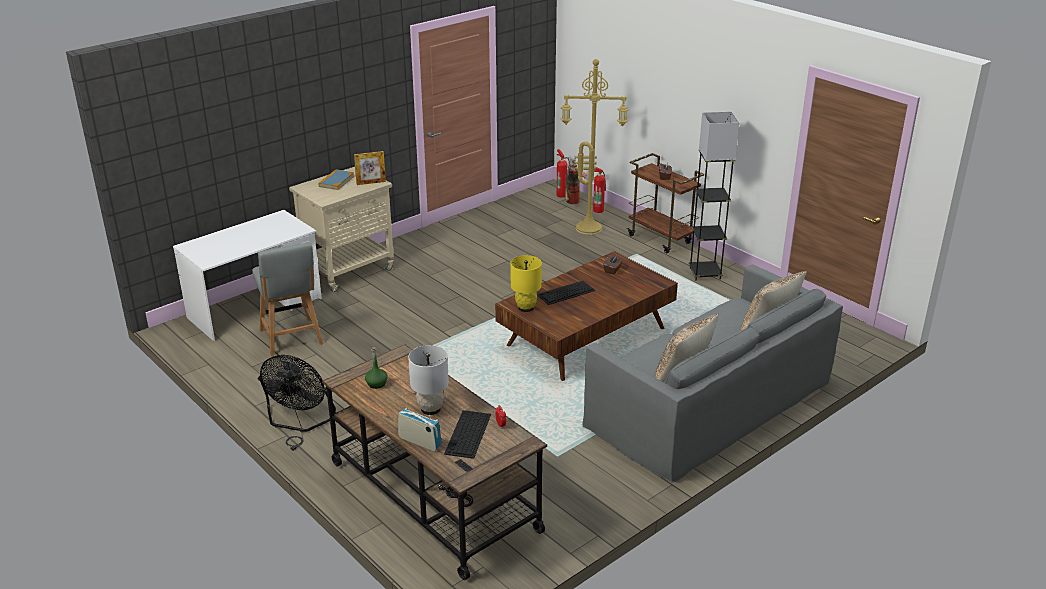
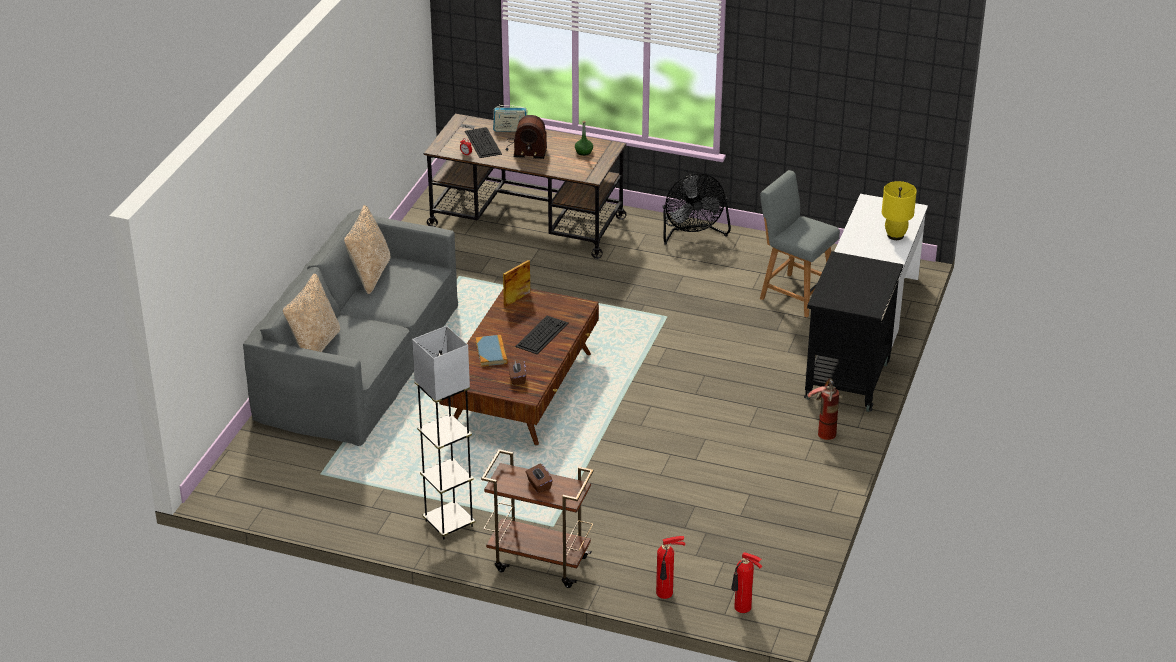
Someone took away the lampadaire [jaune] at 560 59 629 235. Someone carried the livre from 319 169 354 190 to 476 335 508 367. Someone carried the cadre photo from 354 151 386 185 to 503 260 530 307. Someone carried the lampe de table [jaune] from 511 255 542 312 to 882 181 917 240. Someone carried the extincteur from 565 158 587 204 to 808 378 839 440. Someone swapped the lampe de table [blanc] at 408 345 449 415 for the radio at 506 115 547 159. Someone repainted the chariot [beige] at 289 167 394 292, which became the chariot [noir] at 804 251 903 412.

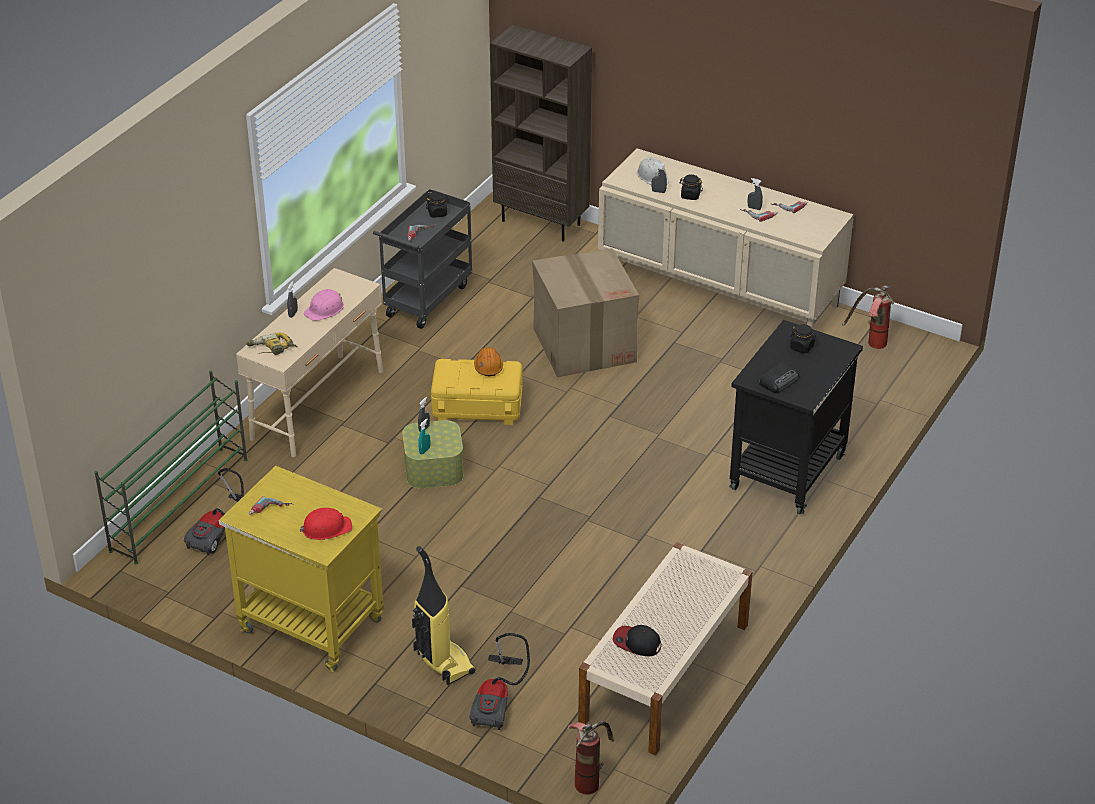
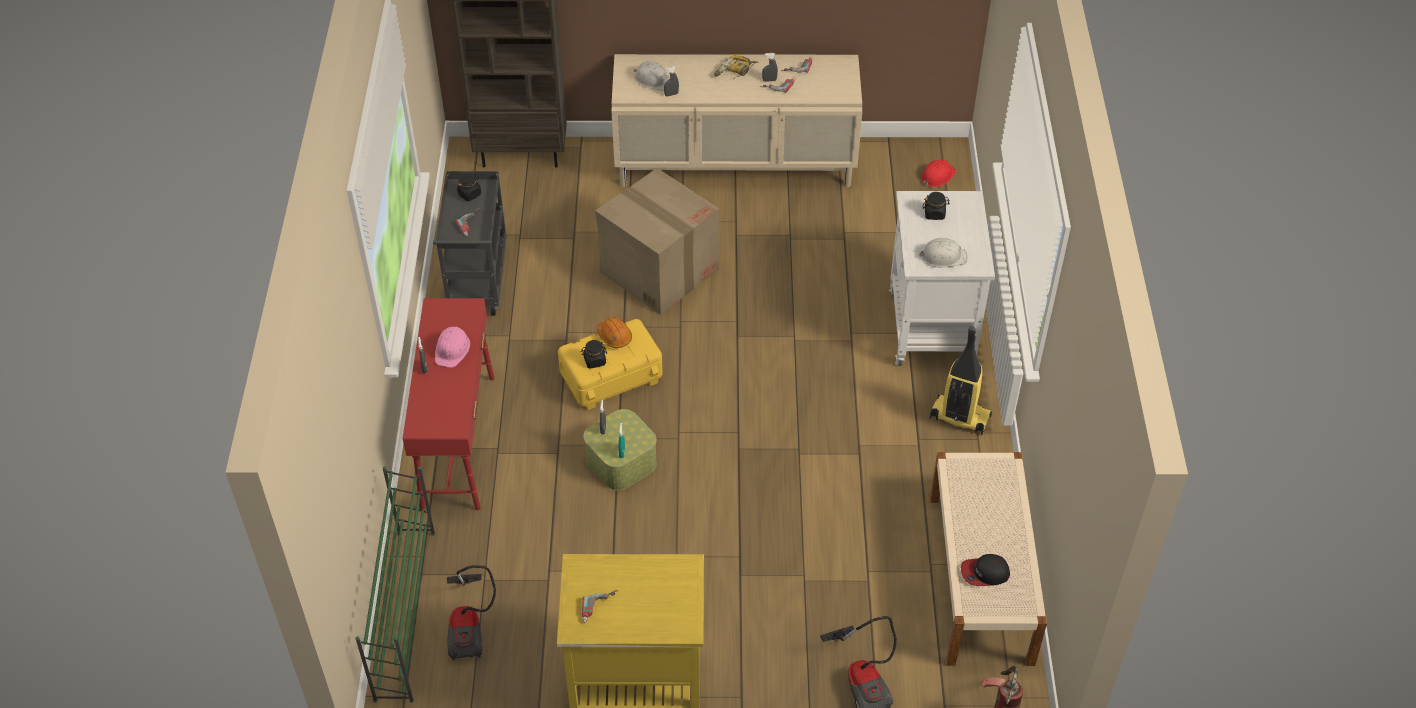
Someone took away the extincteur at 842 286 894 349. Someone carried the perceuse from 246 332 298 355 to 714 55 758 79. Someone carried the casque de chantier [rouge] from 299 508 352 540 to 921 159 956 187. Someone carried the aspirateur from 412 546 475 685 to 930 326 992 435. Someone carried the bocal [noir] from 679 174 703 200 to 581 340 607 369. Someone swapped the radio at 759 362 799 393 for the casque de chantier [blanc] at 919 238 967 268. Someone repainted the table console [beige] at 236 268 383 457, which became the table console [rouge] at 403 298 495 510. Someone repainted the chariot [noir] at 729 320 863 514, which became the chariot [blanc] at 890 191 995 366.

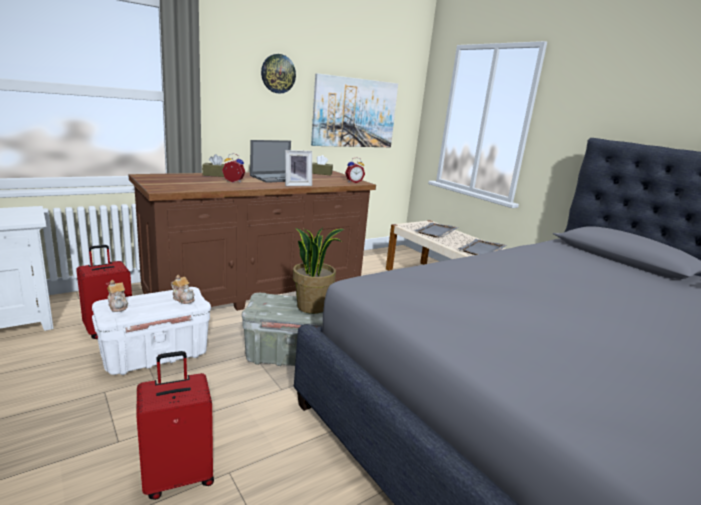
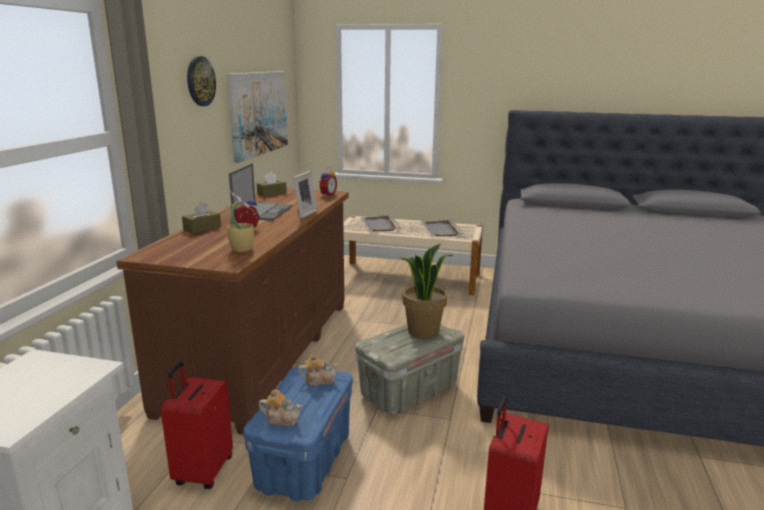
Someone put down the plante en pot at 225 190 254 252. Someone repainted the boîte de rangement [blanc] at 92 287 211 375, which became the boîte de rangement [bleu] at 243 366 353 501.

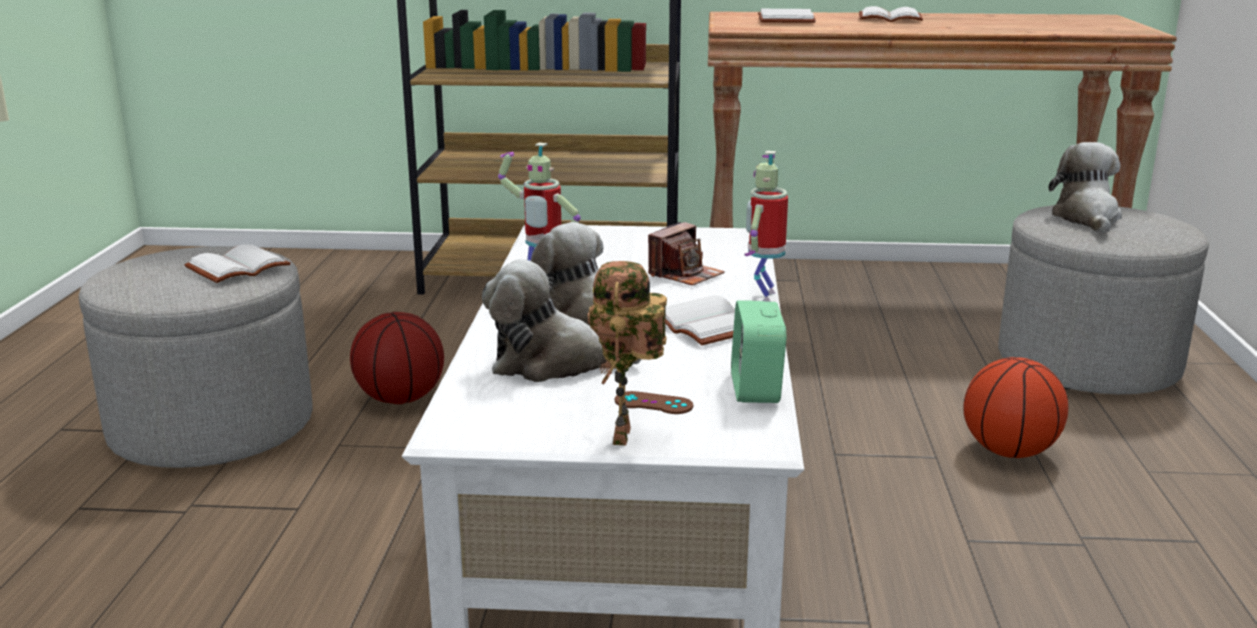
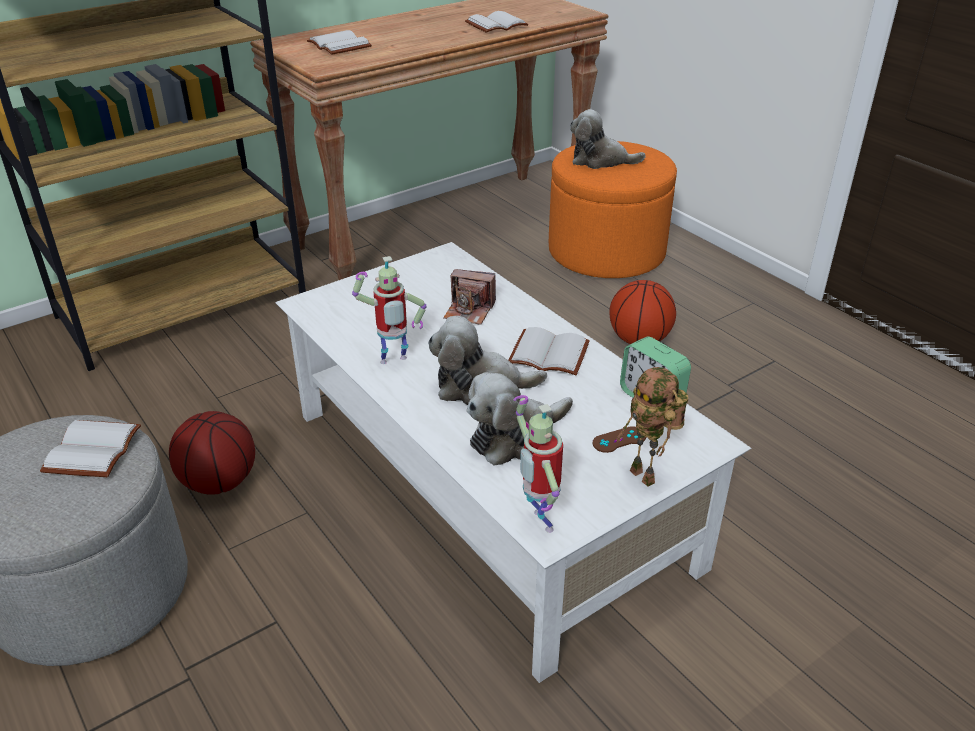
Someone carried the robot jouet from 744 151 788 302 to 513 395 563 533. Someone carried the livre [blanc] from 859 6 923 22 to 465 11 528 33. Someone repainted the pouf [gris] at 998 205 1209 394, which became the pouf [orange] at 549 141 677 278. Someone rotated the appareil photo at 648 222 725 286 by 105 degrees clockwise. Someone rotated the peluche at 1049 142 1122 233 by 45 degrees counterclockwise.

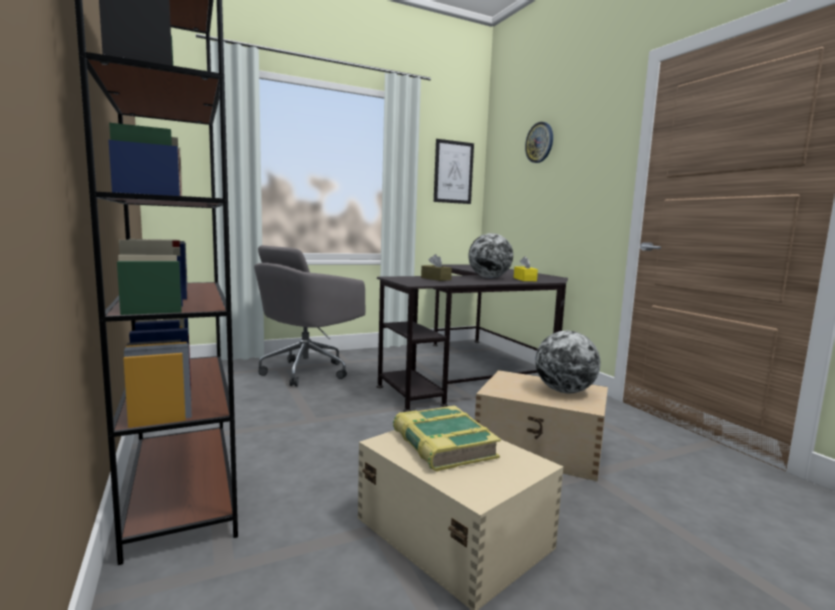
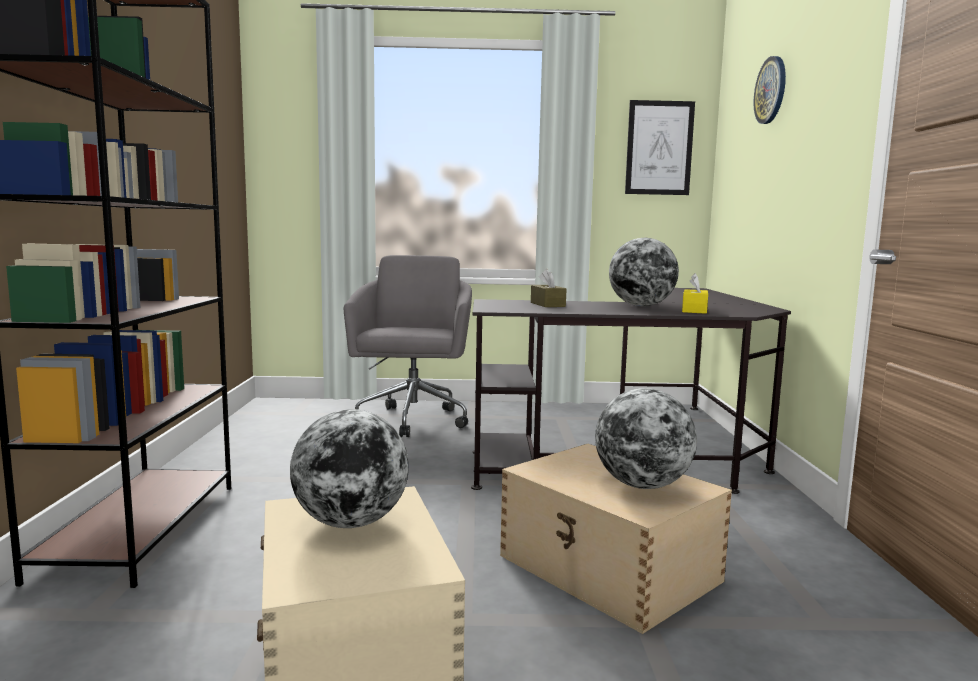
Someone swapped the livre at 393 406 501 472 for the globe at 290 409 409 528. Someone rotated the chaise de bureau [gris] at 254 245 365 386 by 120 degrees clockwise.

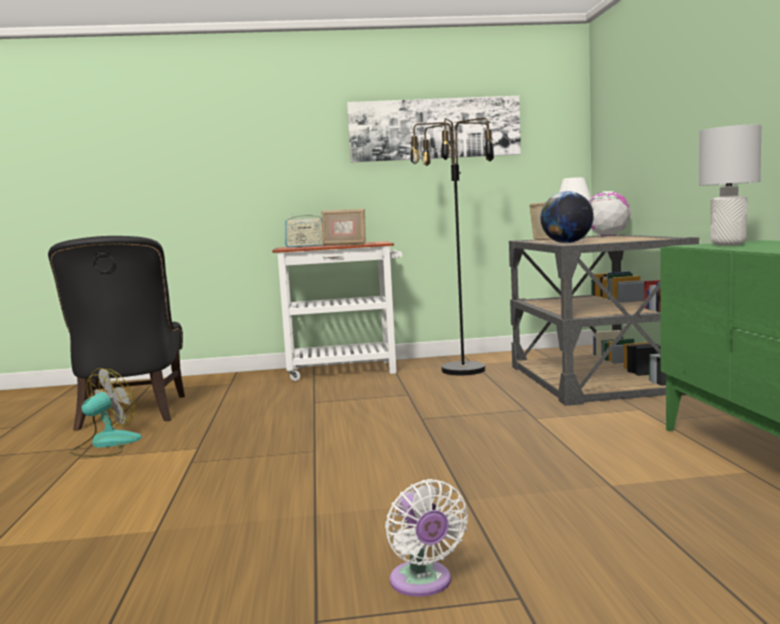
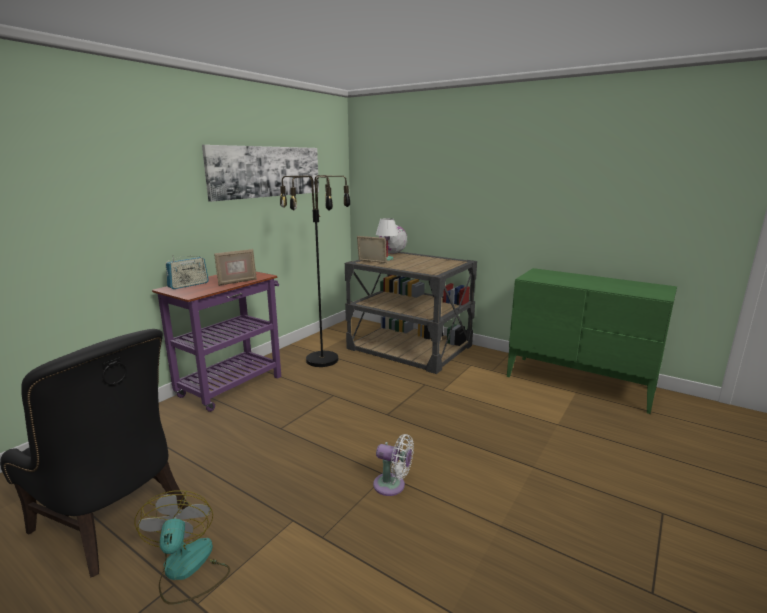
Someone took away the globe at 540 191 594 243. Someone took away the lampe de table [gris] at 699 125 761 246. Someone carried the ventilateur [blanc] from 385 479 468 597 to 373 434 414 496. Someone repainted the chariot [blanc] at 272 241 402 381, which became the chariot [violet] at 152 272 281 412.

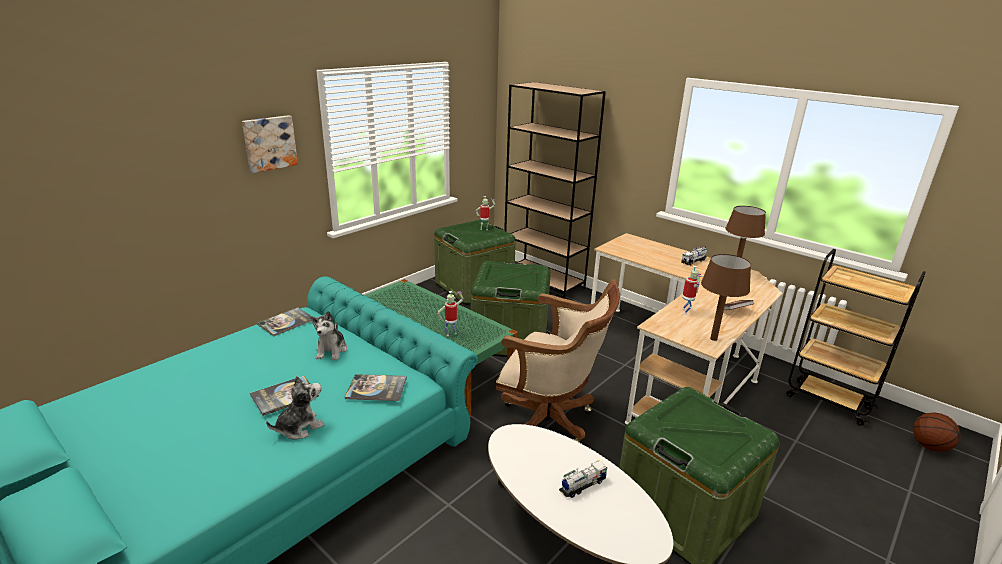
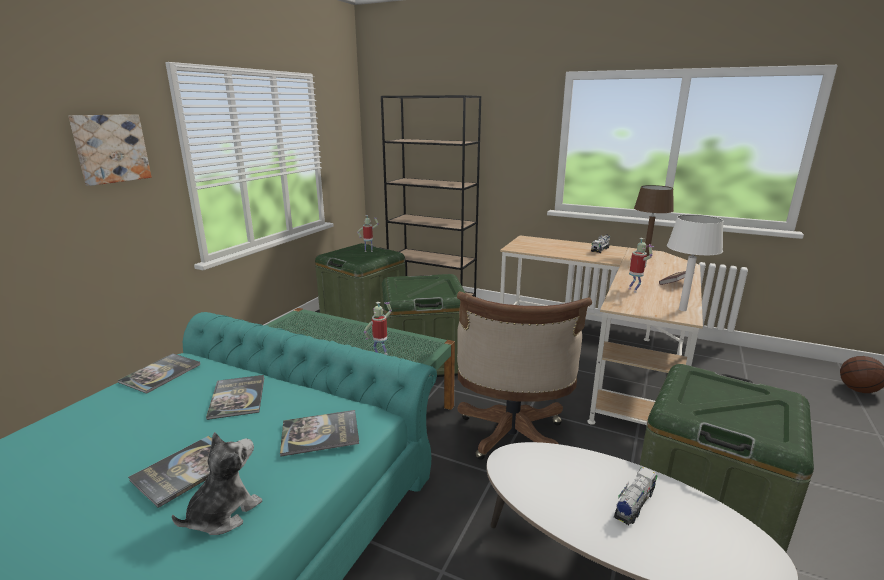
Someone took away the chariot [marron] at 786 249 926 426. Someone swapped the peluche at 310 311 347 360 for the livre at 206 375 264 420. Someone repainted the lampe de table [marron] at 701 254 751 341, which became the lampe de table [blanc] at 667 214 724 311. Someone rotated the chaise de bureau at 496 280 620 442 by 90 degrees clockwise.

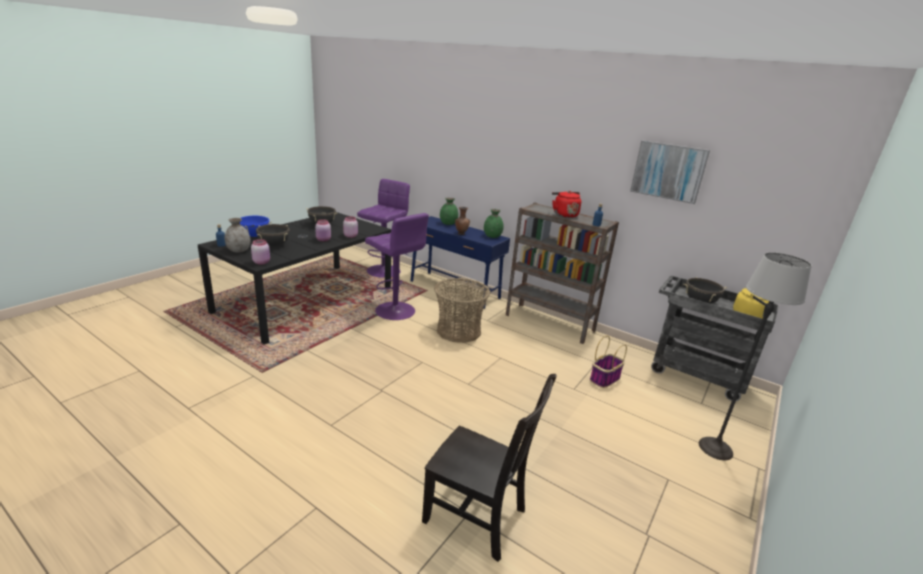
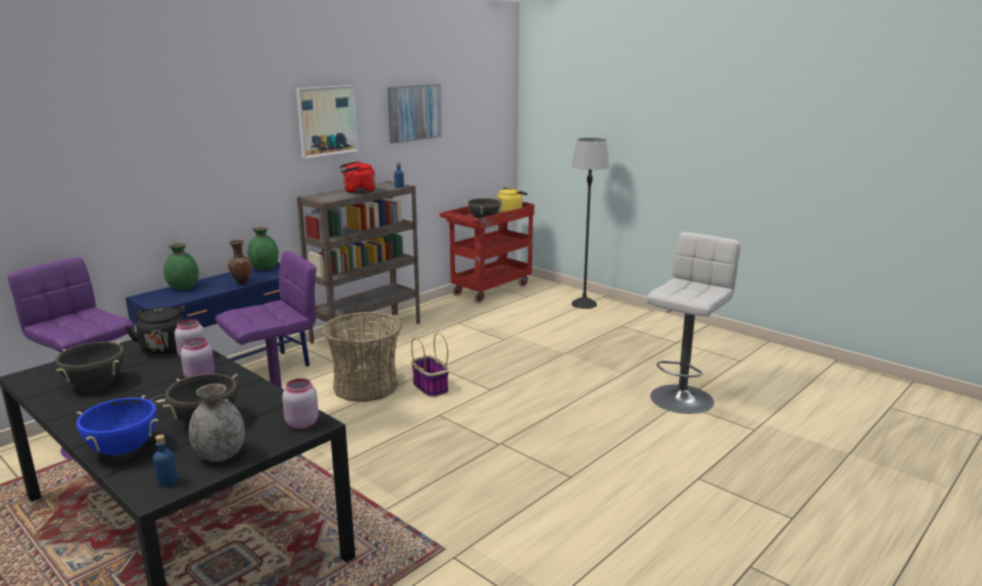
Someone put down the bouilloire [noir] at 125 306 185 355. Someone put up the tableau at 296 85 359 159. Someone carried the panier from 590 336 627 388 to 411 333 449 397. Someone swapped the chaise [noir] at 422 374 556 562 for the tabouret [blanc] at 646 232 741 414. Someone repainted the chariot [noir] at 651 276 778 401, which became the chariot [rouge] at 440 202 534 303.

